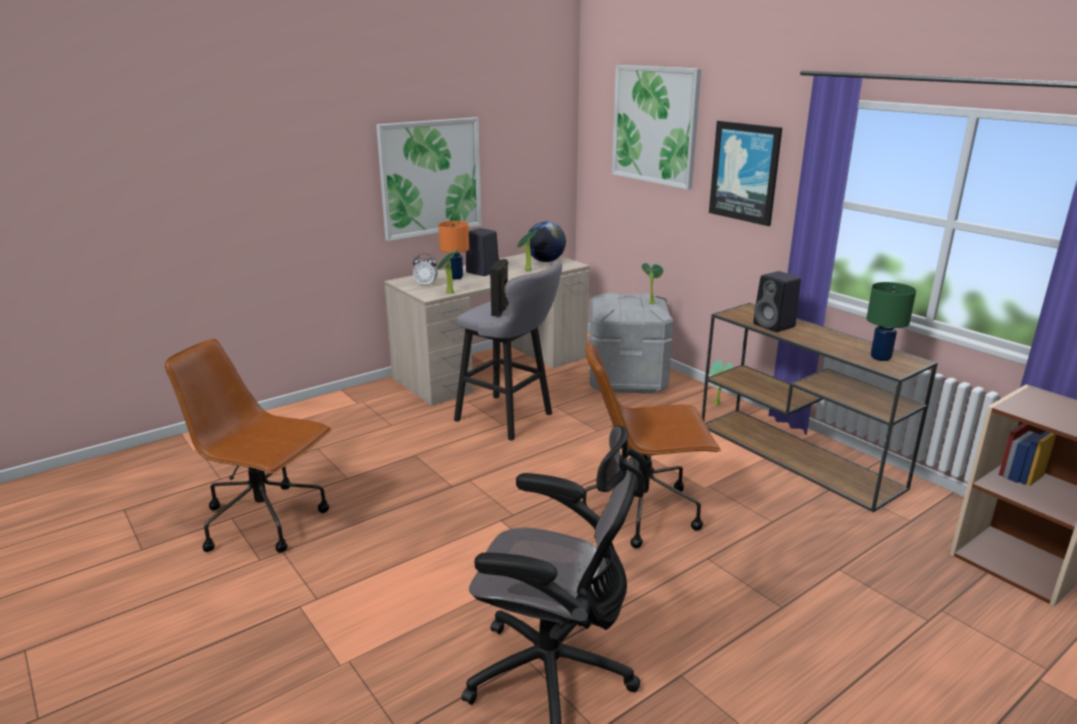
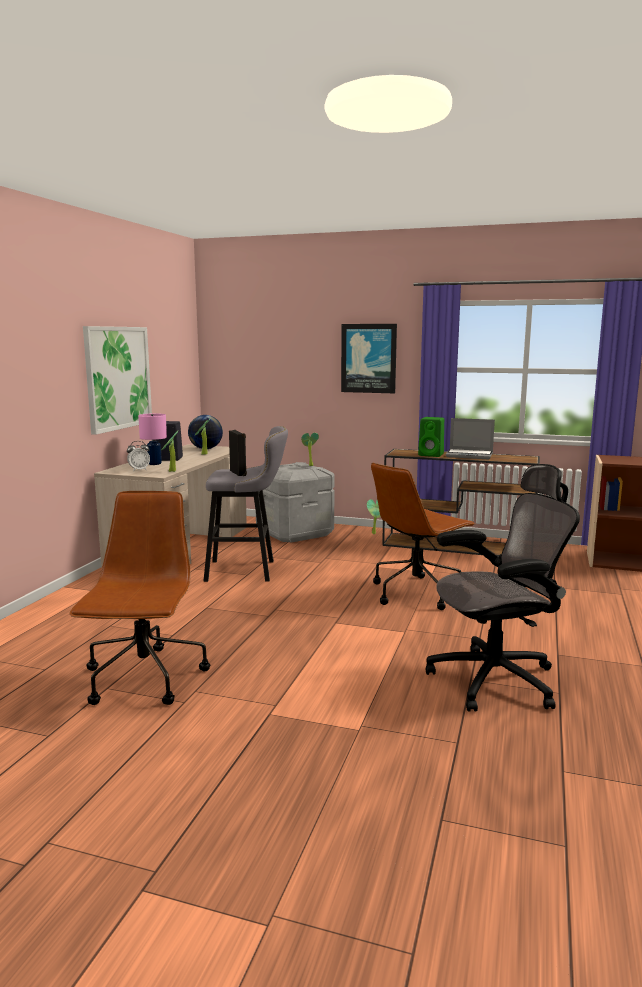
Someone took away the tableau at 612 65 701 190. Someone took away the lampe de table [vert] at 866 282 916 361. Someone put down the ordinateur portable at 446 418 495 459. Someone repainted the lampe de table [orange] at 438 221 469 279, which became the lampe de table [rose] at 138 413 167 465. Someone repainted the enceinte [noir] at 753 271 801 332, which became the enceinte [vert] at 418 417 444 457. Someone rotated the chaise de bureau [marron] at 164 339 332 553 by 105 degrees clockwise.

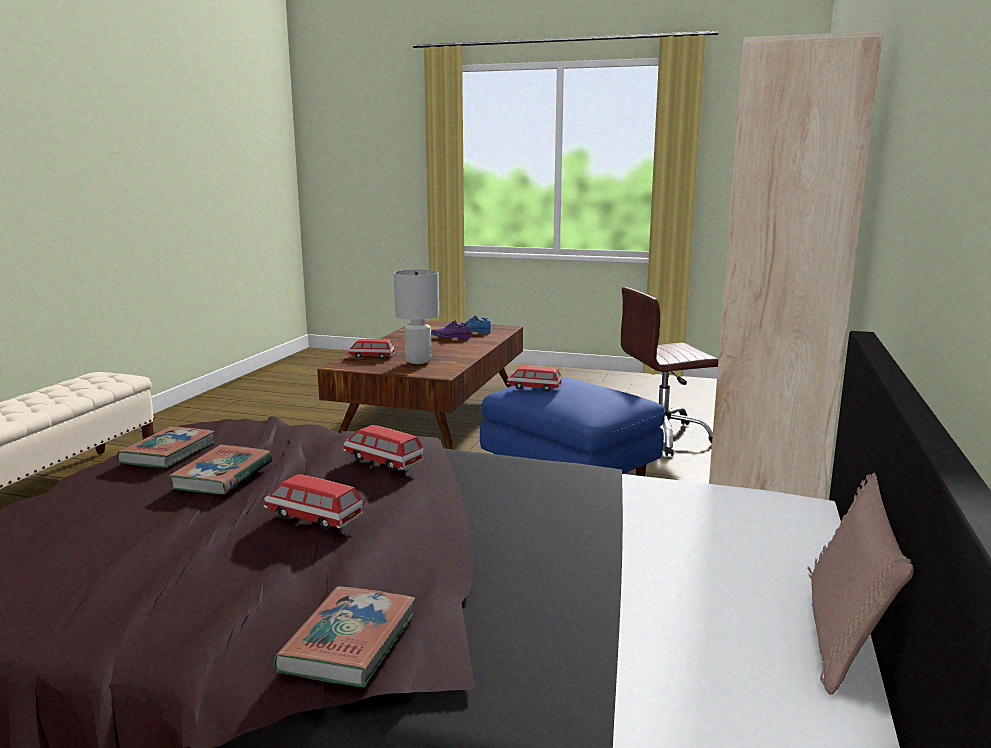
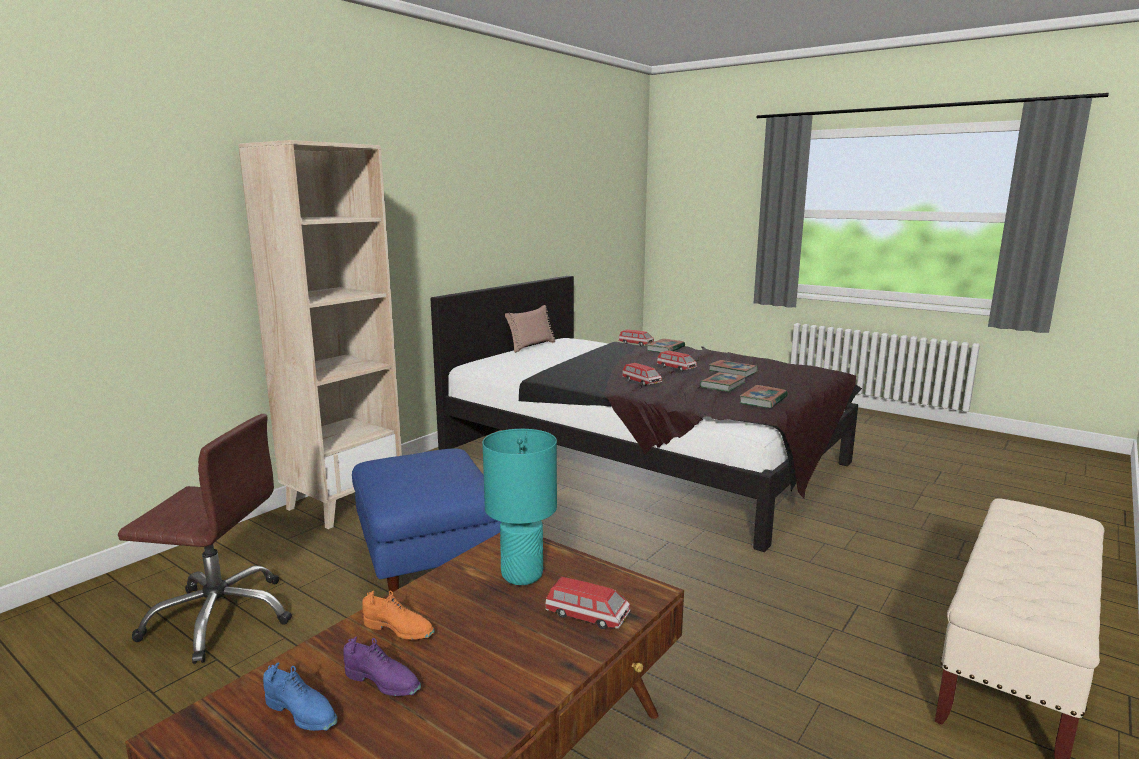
Someone put down the chaussure [orange] at 362 590 435 640. Someone put down the livre at 709 360 758 377. Someone carried the petite voiture from 507 366 562 391 to 619 329 654 346. Someone repainted the lampe de table [gris] at 394 269 439 364, which became the lampe de table [turquoise] at 482 429 557 585.

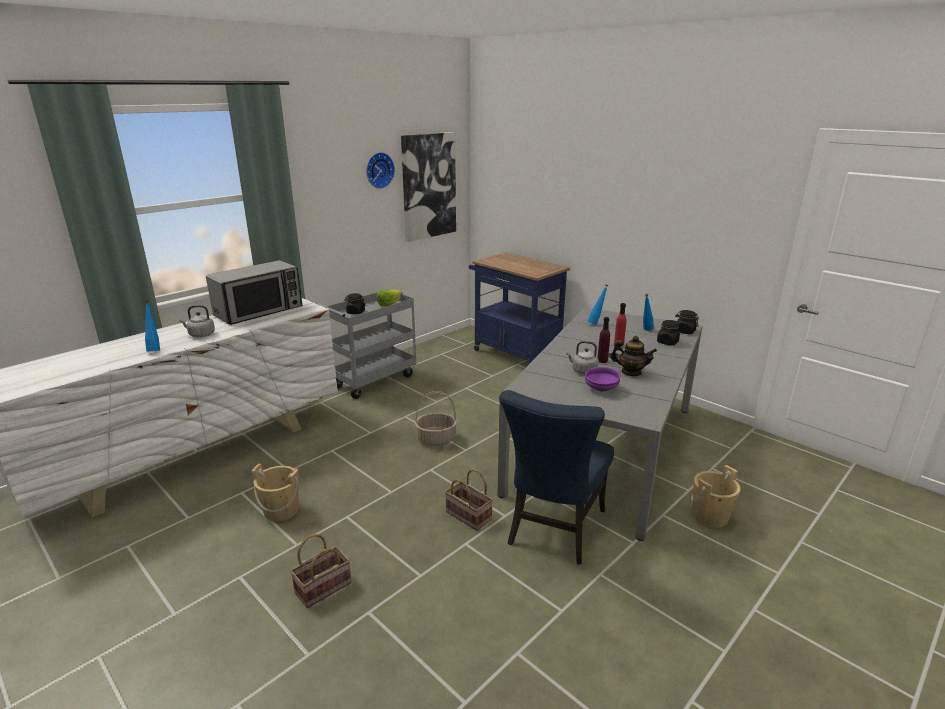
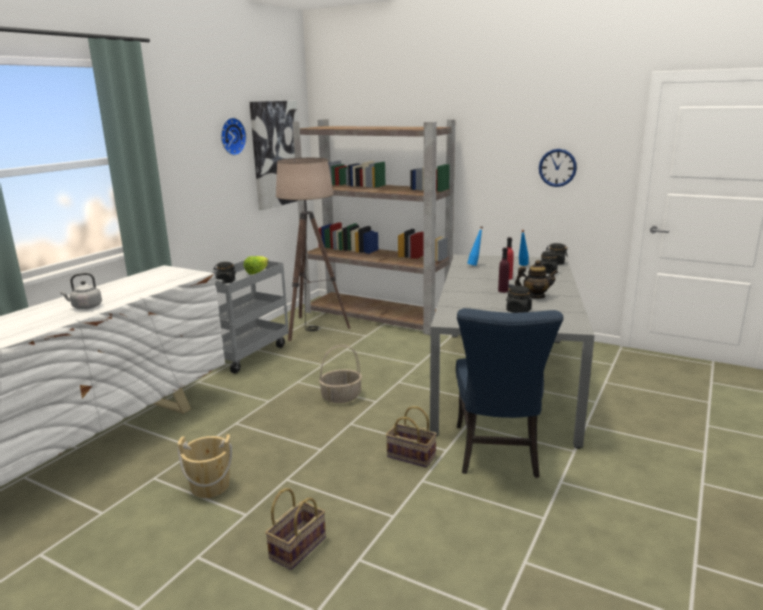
Someone took away the bouteille [bleu] at 145 300 160 352. Someone took away the micro-ondes at 206 260 303 325. Someone took away the bouilloire [gris] at 566 341 599 374. Someone took away the seau [beige] at 691 465 741 528. Someone put down the lampadaire at 276 158 350 341. Someone put up the horloge murale at 539 149 577 187. Someone swapped the chariot [bleu] at 469 252 570 364 for the bibliothèque [marron] at 292 120 455 335. Someone swapped the bol [violet] at 585 367 621 392 for the bocal [noir] at 506 286 534 313.

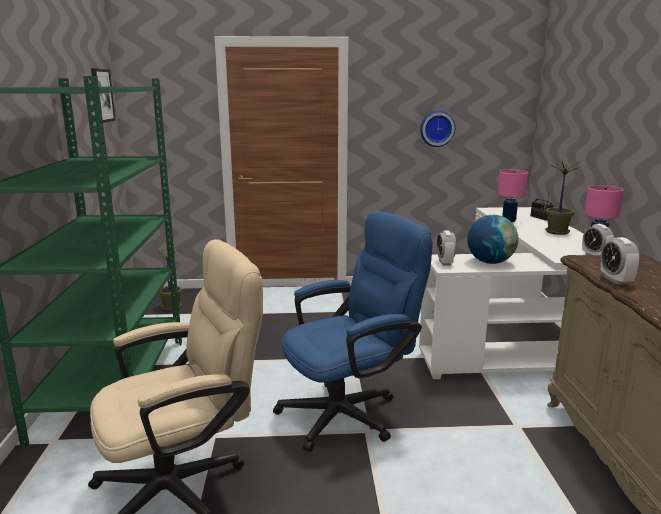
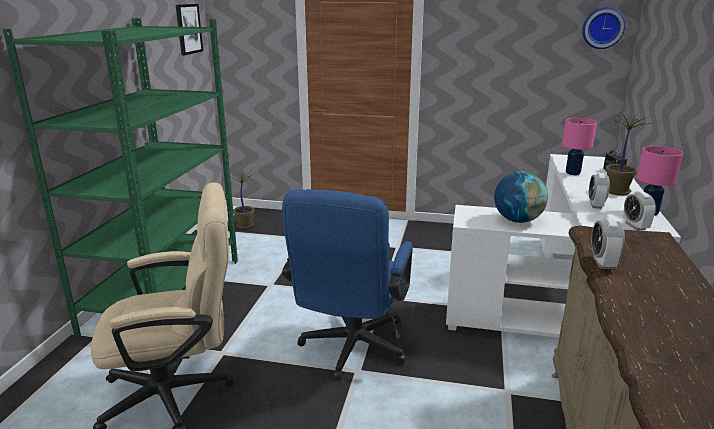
Someone carried the horloge murale from 420 111 455 147 to 582 7 625 49. Someone carried the réveil from 437 231 456 266 to 589 173 610 209. Someone rotated the chaise de bureau [bleu] at 273 211 433 452 by 120 degrees clockwise.

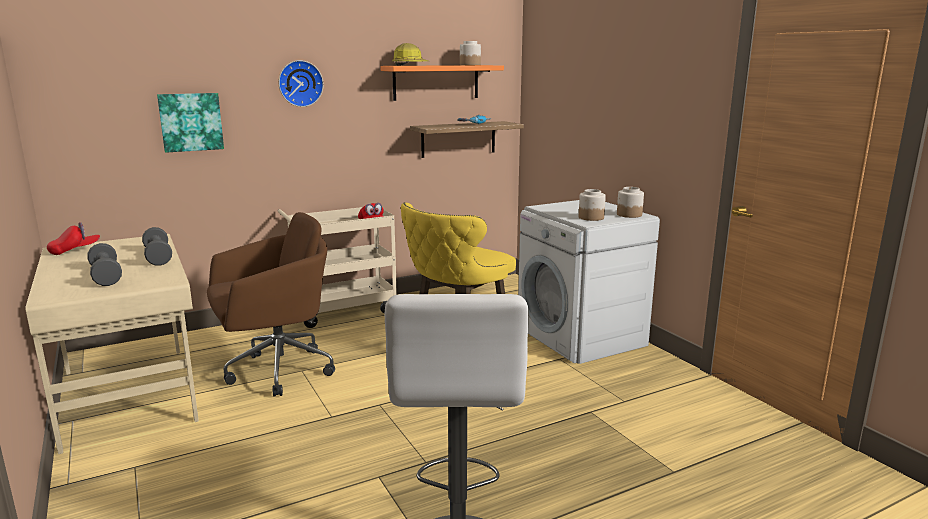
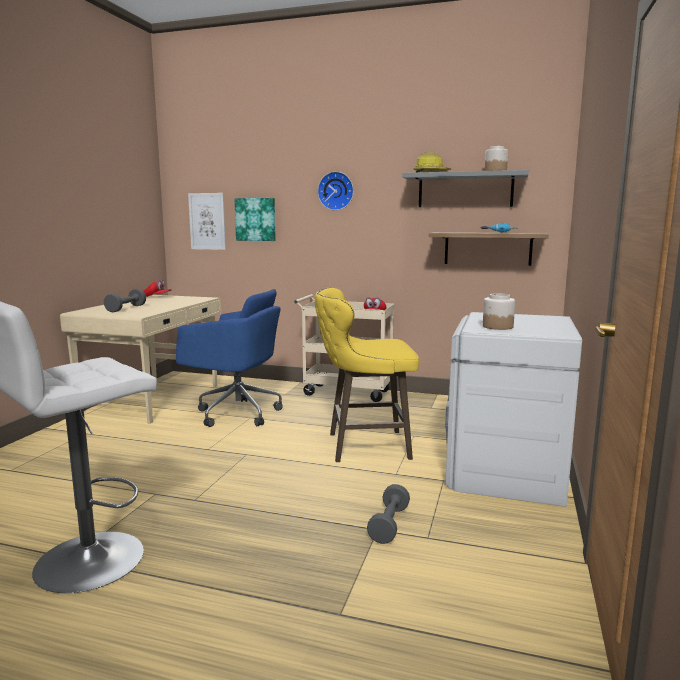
Someone took away the bocal at 617 187 644 218. Someone put up the tableau at 188 193 226 250. Someone carried the haltère [gris] from 142 227 172 266 to 367 484 410 544. Someone repainted the chaise de bureau [marron] at 207 212 335 397, which became the chaise de bureau [bleu] at 176 289 283 427. Someone repainted the étagère [orange] at 380 65 504 101, which became the étagère [gris] at 402 170 529 207.

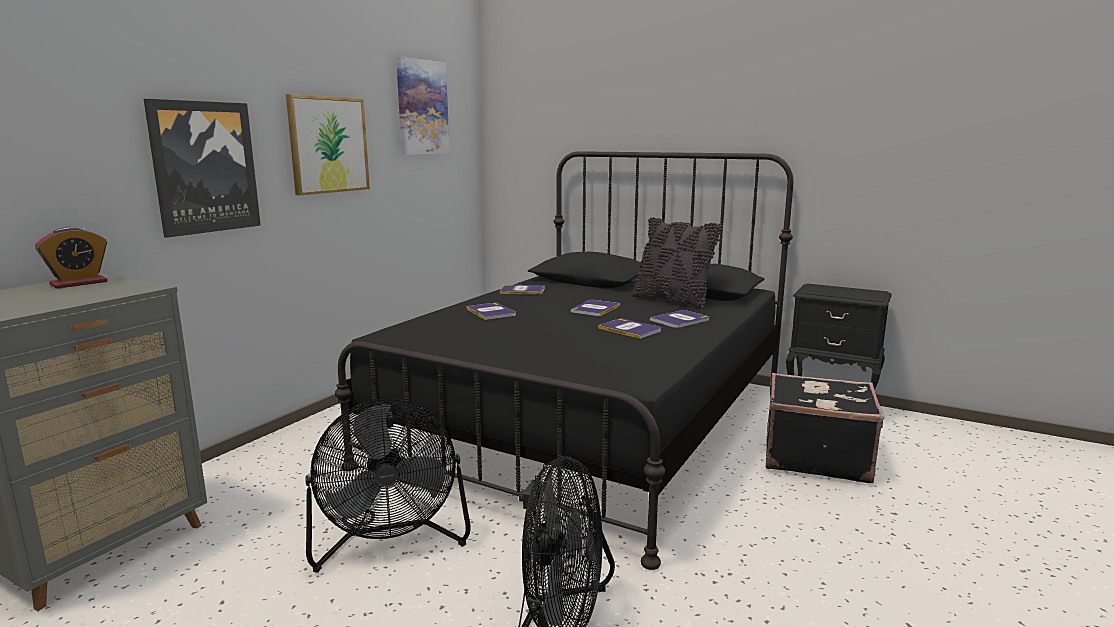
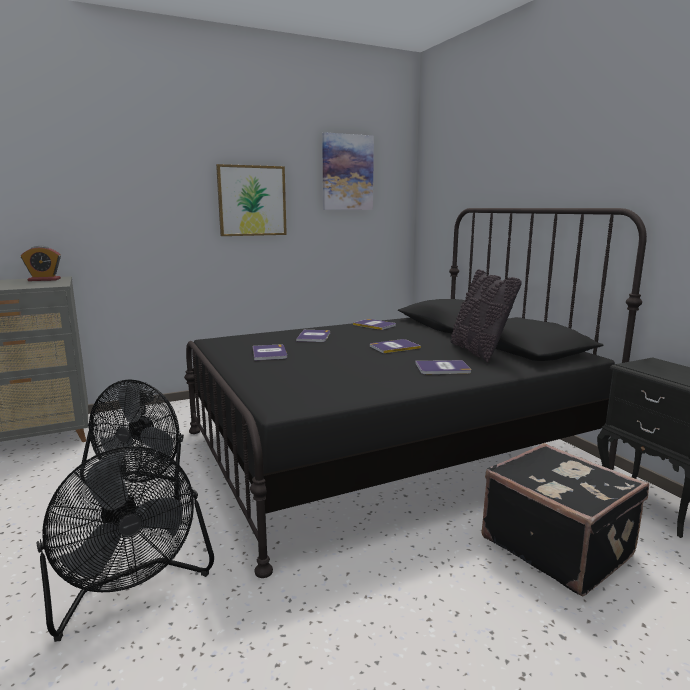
Someone took away the tableau at 144 99 261 238. Someone carried the livre from 598 319 661 339 to 253 344 287 360.

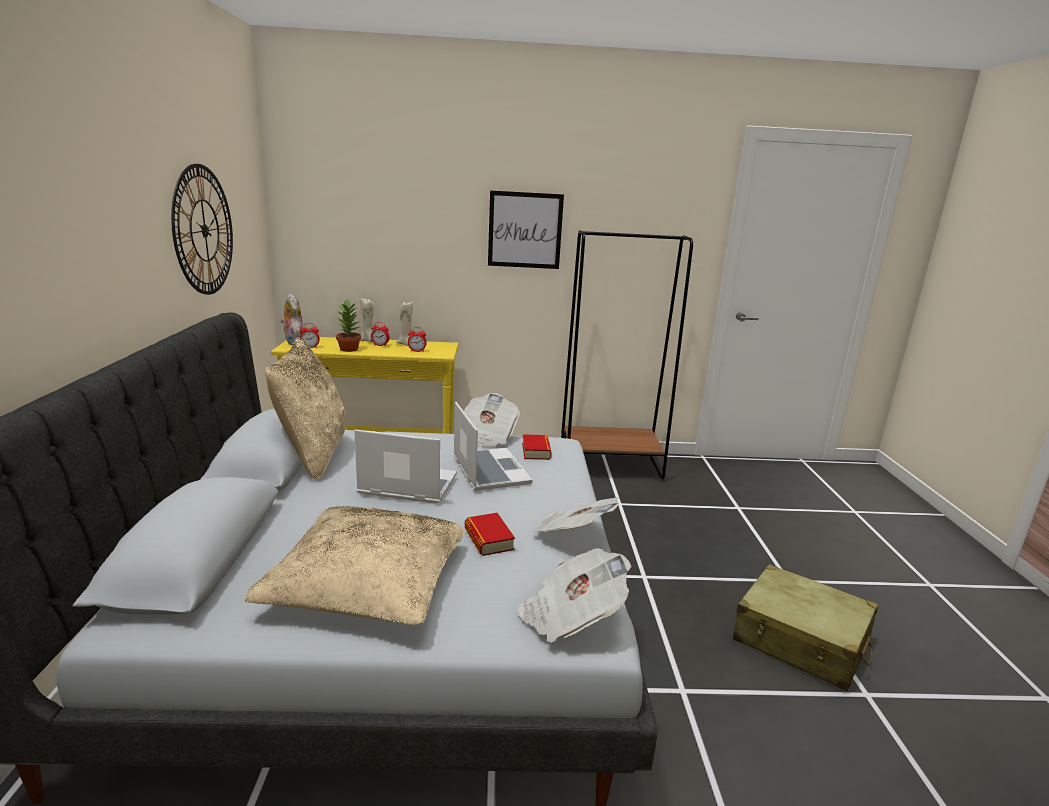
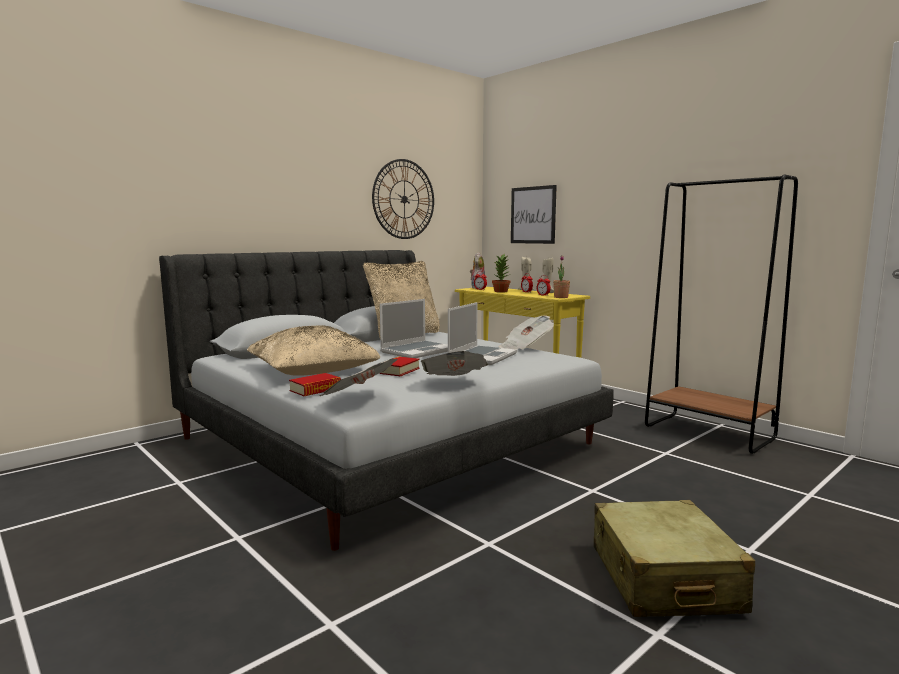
Someone put down the plante en pot at 553 256 570 298. Someone carried the tableau from 488 190 564 269 to 511 185 557 244. Someone carried the livre from 522 434 552 460 to 289 373 341 396. Someone rotated the ordinateur portable at 354 429 457 504 by 75 degrees clockwise.

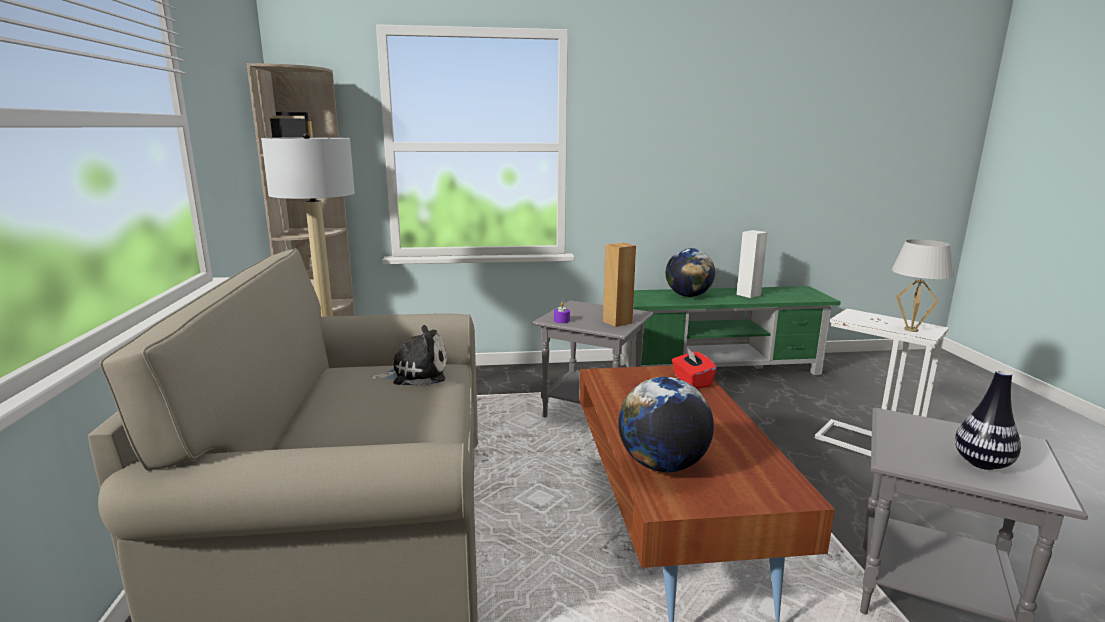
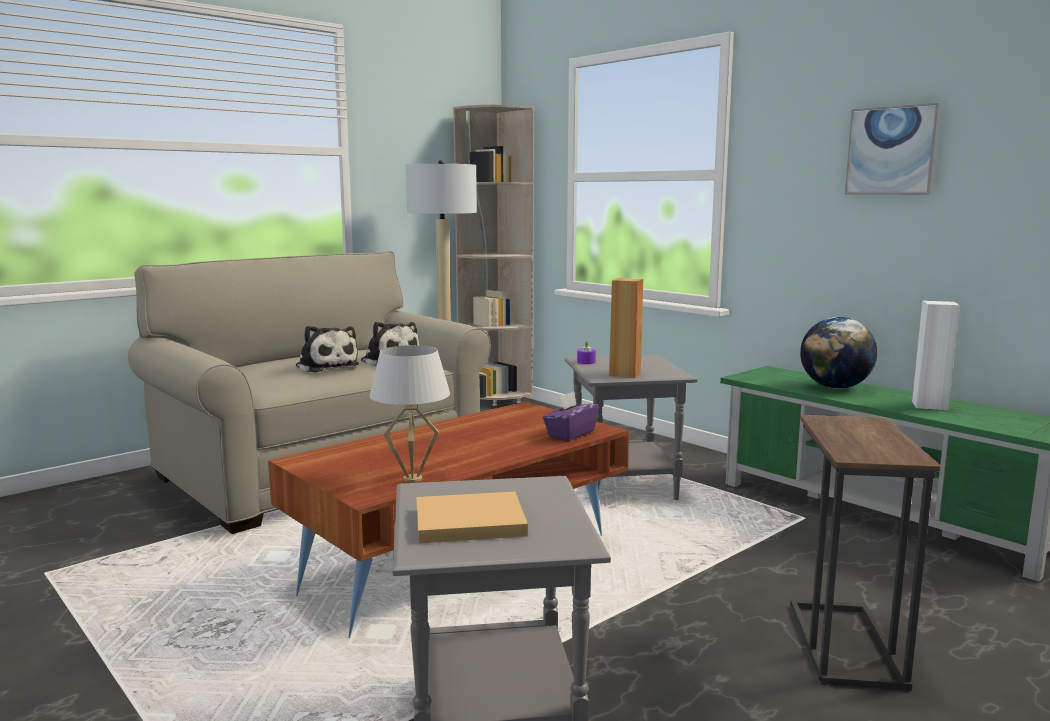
Someone took away the globe at 618 377 714 472. Someone put down the peluche at 296 326 359 372. Someone put up the tableau at 845 103 941 195. Someone carried the lampe de table [blanc] from 891 239 954 332 to 370 345 450 482. Someone swapped the vase at 955 370 1021 470 for the livre [beige] at 416 492 528 543. Someone repainted the boîte à mouchoirs [rouge] at 672 348 717 389, which became the boîte à mouchoirs [violet] at 543 392 599 441. Someone repainted the table d'appoint [blanc] at 815 309 949 456, which became the table d'appoint [marron] at 790 415 941 691.

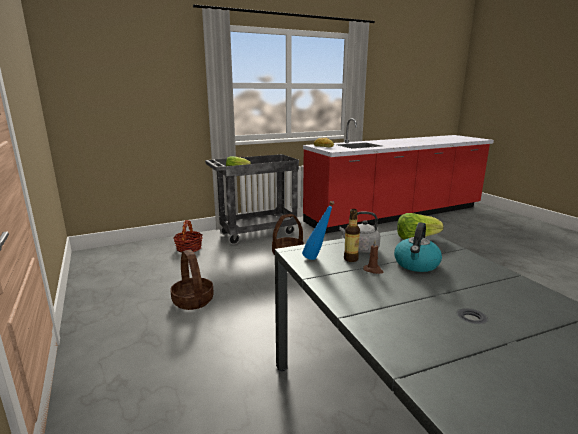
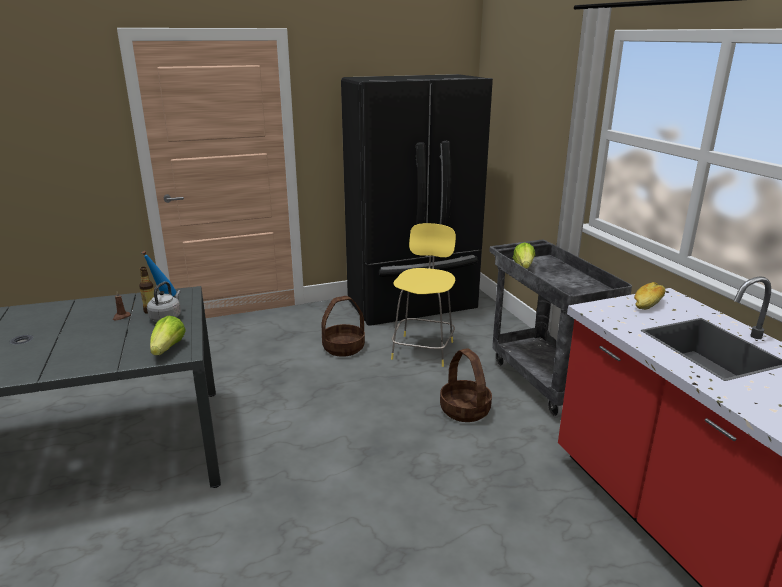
Someone took away the panier at 173 220 203 253. Someone took away the bouilloire at 394 222 442 272. Someone put down the réfrigérateur [noir] at 341 74 493 326. Someone put down the tabouret [jaune] at 391 223 456 367.

